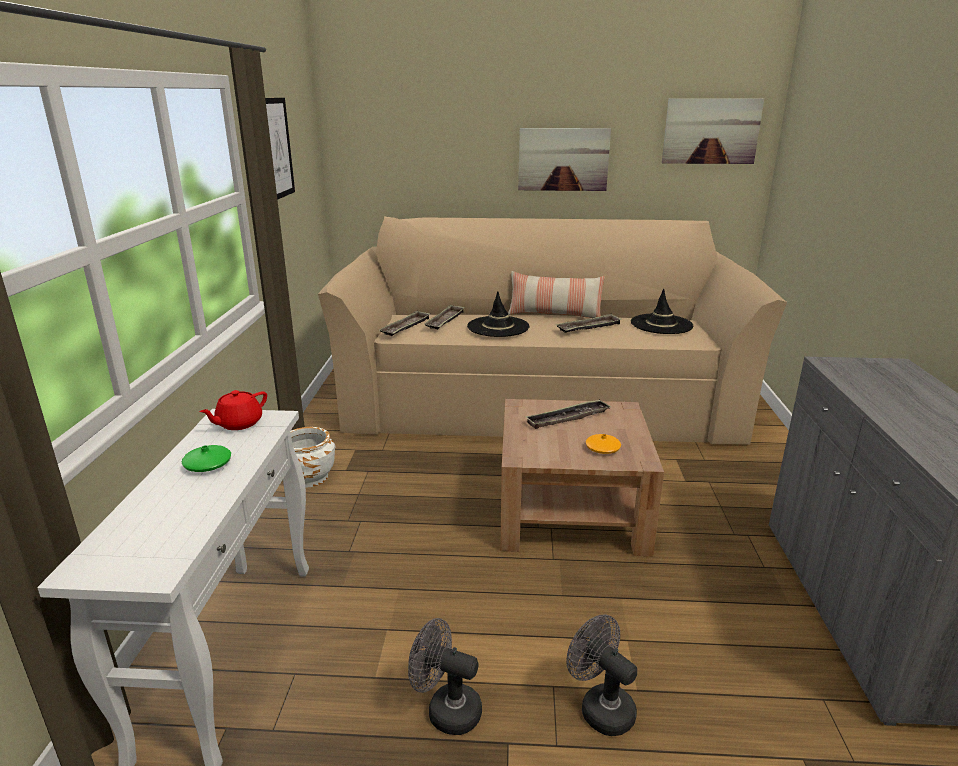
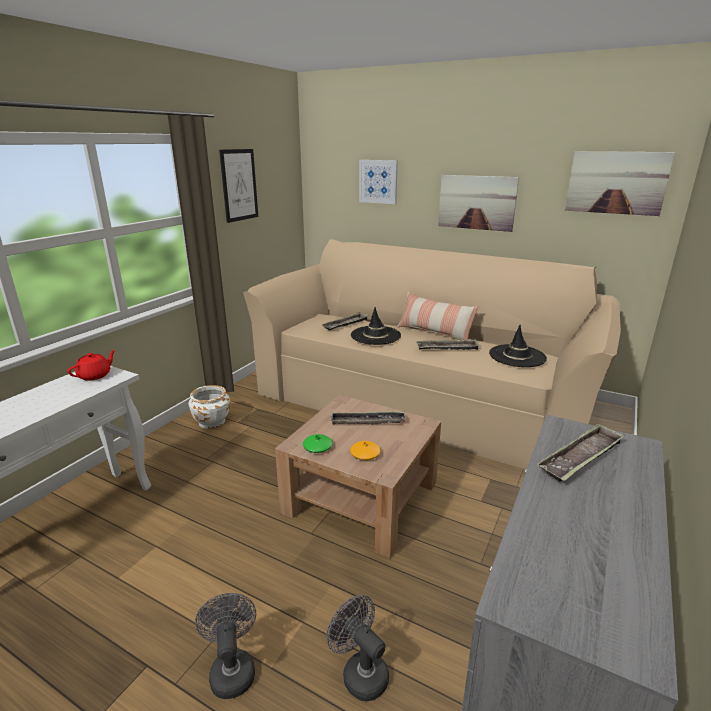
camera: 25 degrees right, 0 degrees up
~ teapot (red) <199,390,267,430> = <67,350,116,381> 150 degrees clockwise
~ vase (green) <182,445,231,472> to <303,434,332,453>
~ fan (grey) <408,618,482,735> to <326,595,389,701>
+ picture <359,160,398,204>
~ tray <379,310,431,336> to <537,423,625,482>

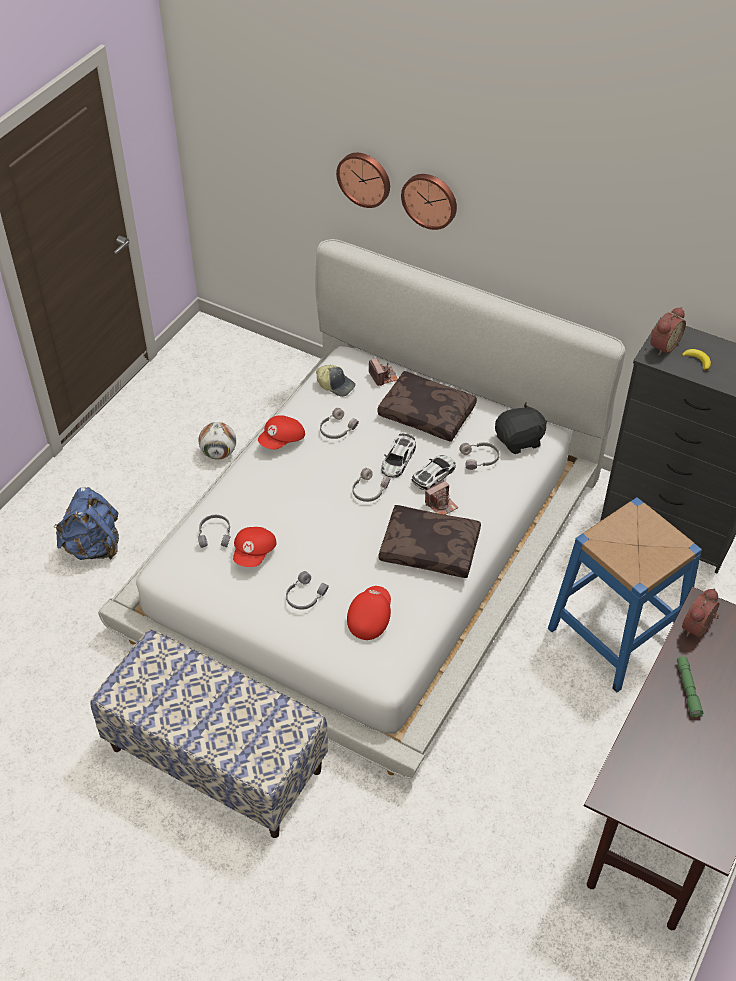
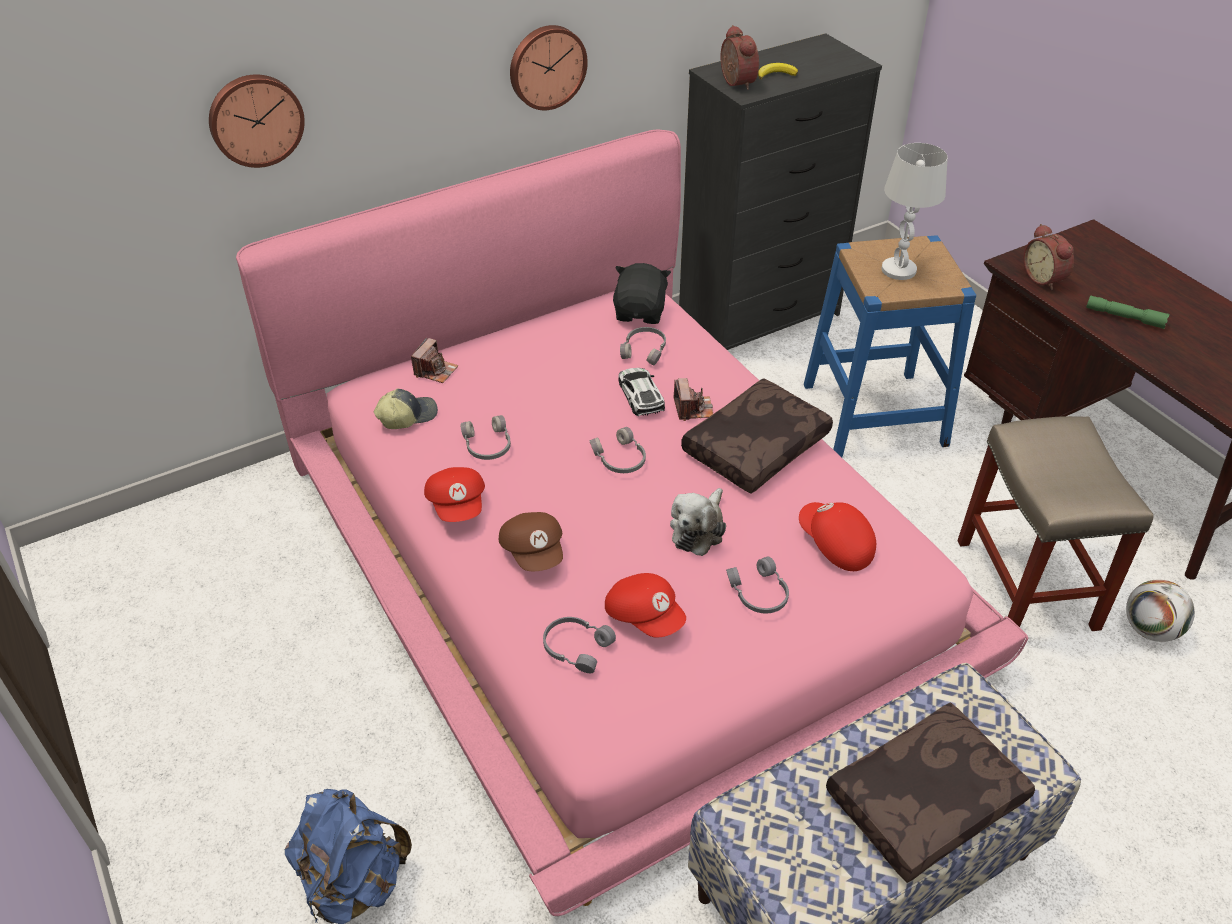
camera: 60 degrees left, 5 degrees down
~ bed (white) <98,239,625,779> to bed (pink) <236,129,1028,916>
~ photo camera <369,358,398,386> = <411,338,458,383> 105 degrees clockwise
+ cap (brown) <499,512,563,571>
~ wall clock <401,174,457,230> to <510,25,588,110>
+ plush toy <670,488,726,556>
~ pillow (brown) <377,371,477,442> to <826,702,1035,883>
+ table lamp (white) <881,143,948,280>
+ stool (beige) <957,416,1154,631>
~ football <199,422,236,460> to <1126,579,1195,642>
- toy car <382,434,416,478>

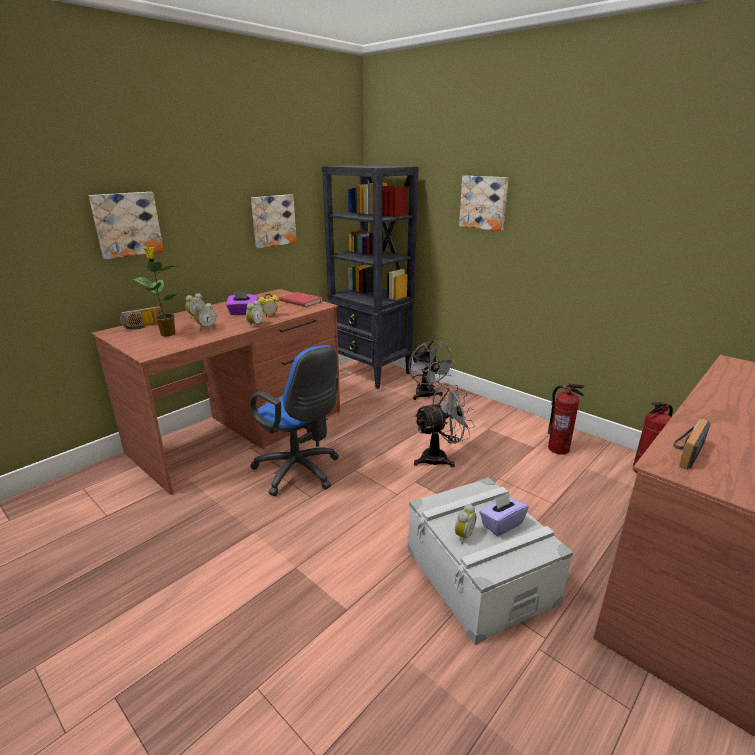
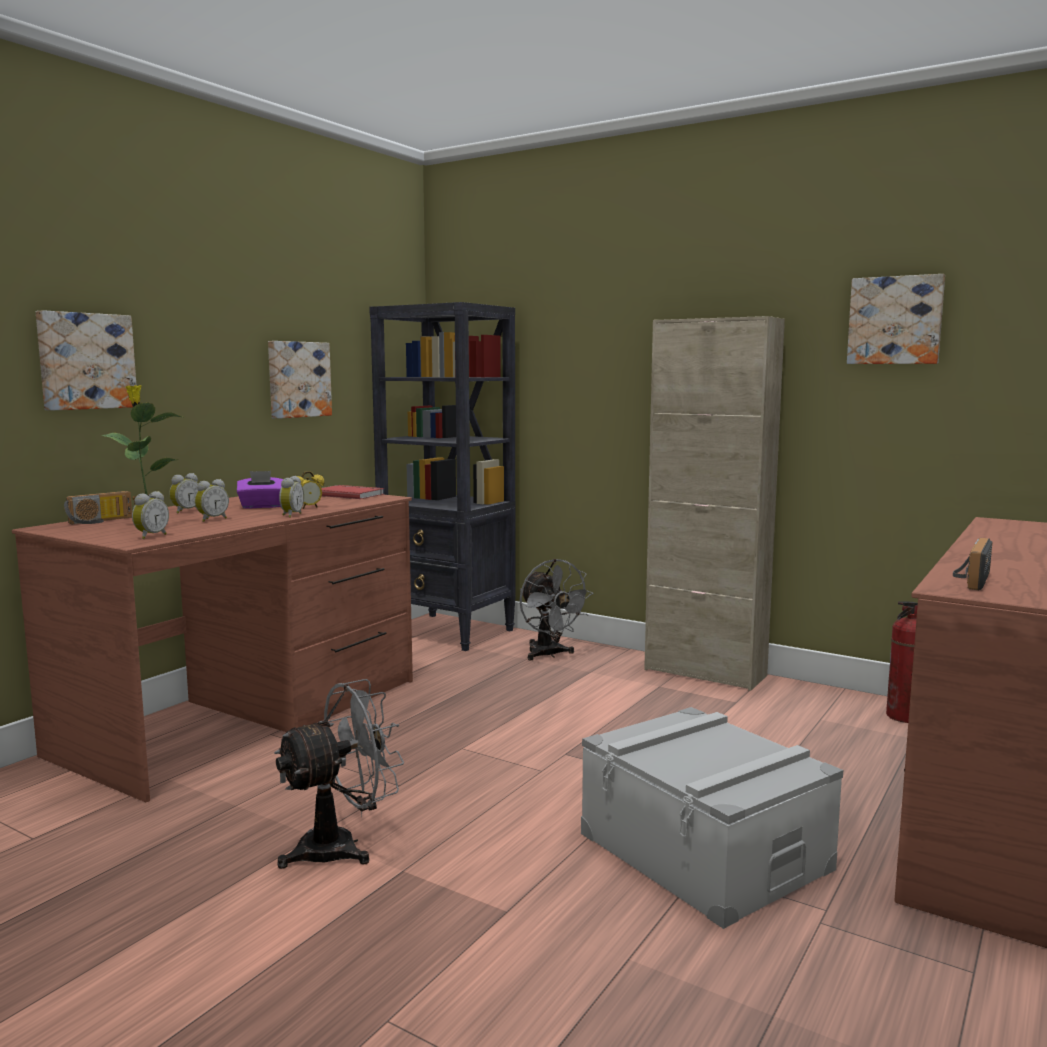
camera: 10 degrees left, 15 degrees down
~ alarm clock <455,504,476,544> to <132,491,169,539>
~ fan (grey) <414,385,475,467> to <274,679,405,869>
+ cabinet (beige) <644,316,785,691>
~ picture <459,176,509,231> to <847,274,945,364>
- office chair (blue) <250,345,339,496>
- tissue box (purple) <479,493,528,536>
- fire extinguisher <548,383,585,455>

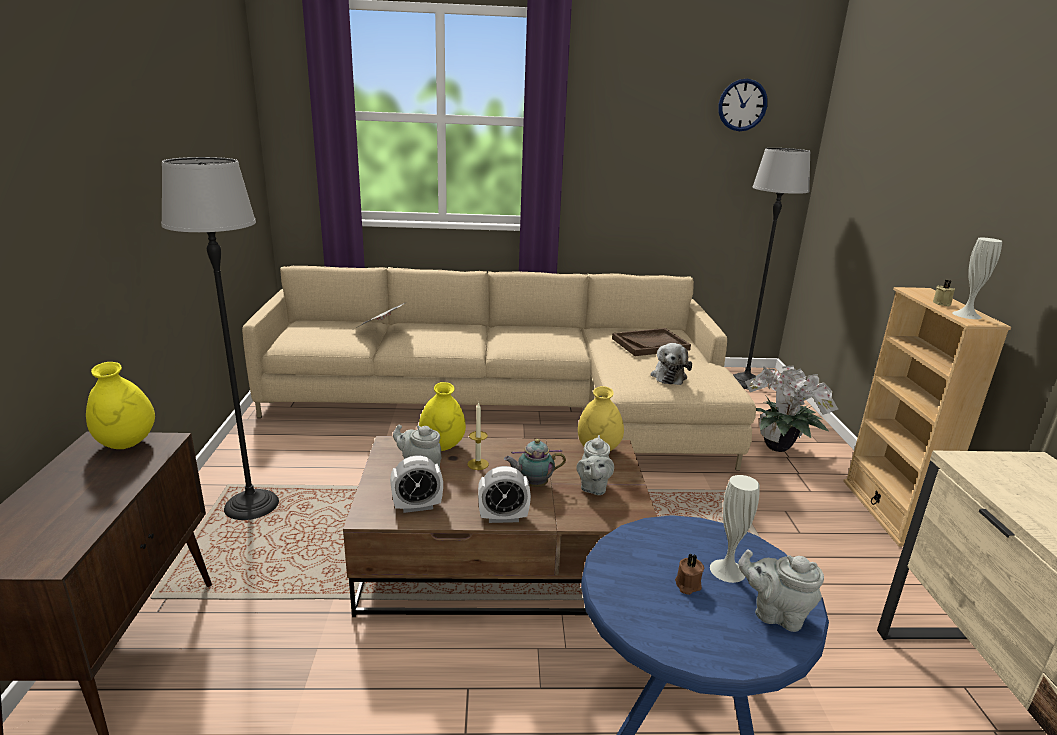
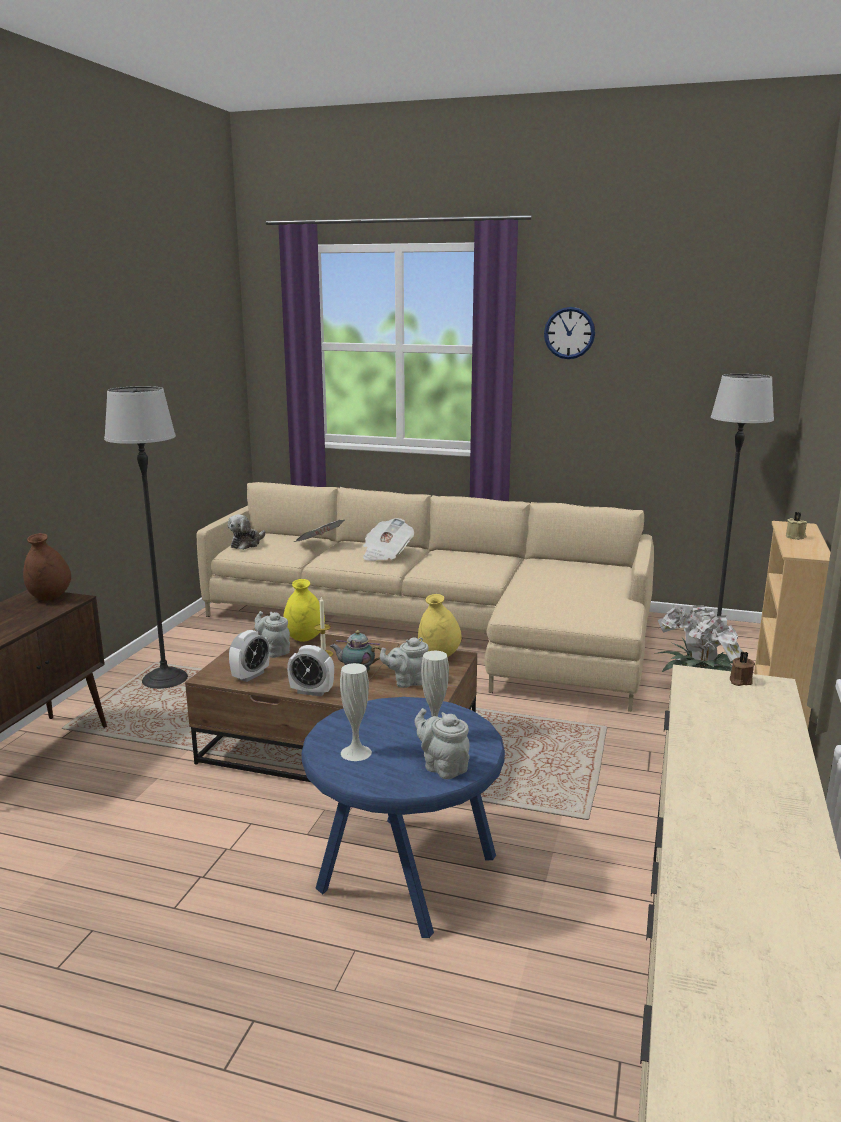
camera: 20 degrees right, 5 degrees down
~ vase (yellow) <86,362,155,449> to vase (brown) <23,533,71,601>
~ plush toy <651,343,692,385> to <228,514,266,550>
~ alarm clock <390,456,443,513> = <229,630,270,682> 60 degrees counterclockwise
~ vase (white) <952,238,1002,319> to <340,663,372,761>
+ newspaper <363,518,414,561>
~ teapot (grey) <577,435,614,495> = <380,637,428,688> 45 degrees clockwise
~ wall clock <718,79,768,131> to <544,307,595,359>
~ candle (brown) <675,554,705,595> to <730,651,755,686>
- tray (brown) <612,328,691,356>

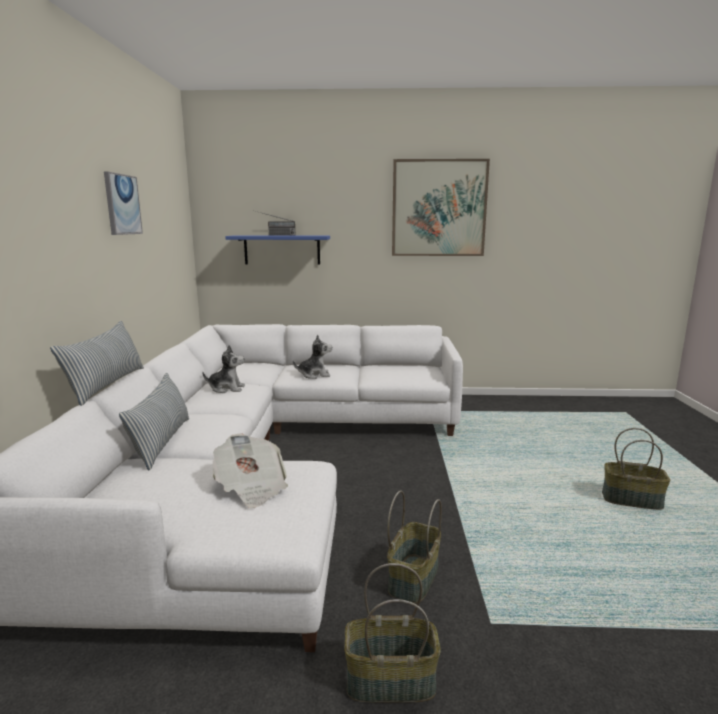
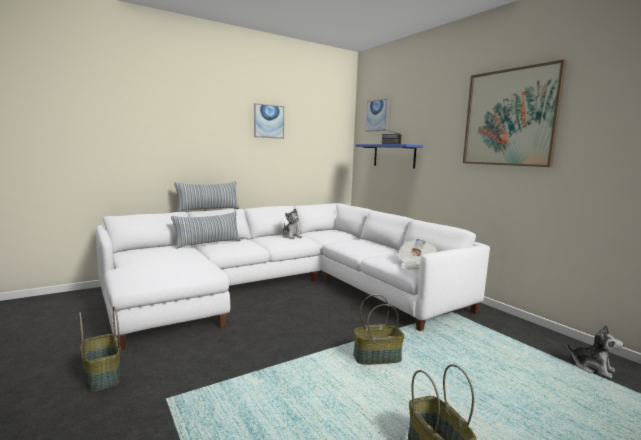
camera: 55 degrees right, 5 degrees down
~ basket <387,491,442,604> to <353,294,405,365>
+ picture <366,98,389,132>
~ newspaper <212,434,288,508> to <398,239,438,270>
~ plush toy <293,335,332,379> to <567,324,624,378>

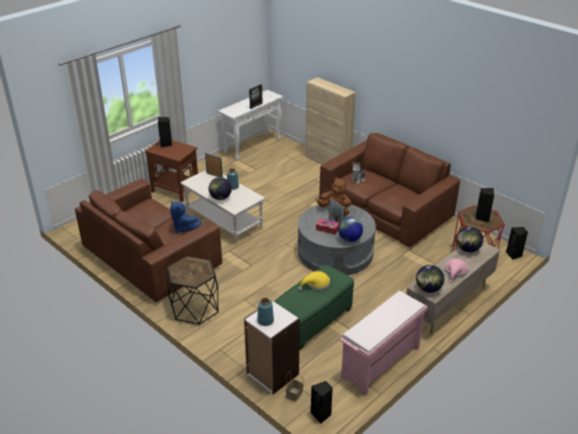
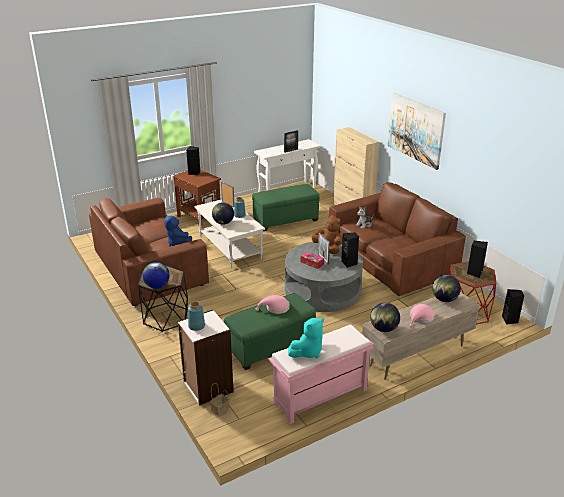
camera: 15 degrees right, 5 degrees down
~ globe <338,217,363,242> to <143,262,169,289>
+ ottoman (green) <252,184,320,231>
~ hat (yellow) <299,271,330,290> to hat (pink) <256,295,290,314>
+ plush toy (turquoise) <288,318,324,358>
~ speaker (black) <311,381,333,424> to <341,232,359,268>
+ picture <388,93,446,170>

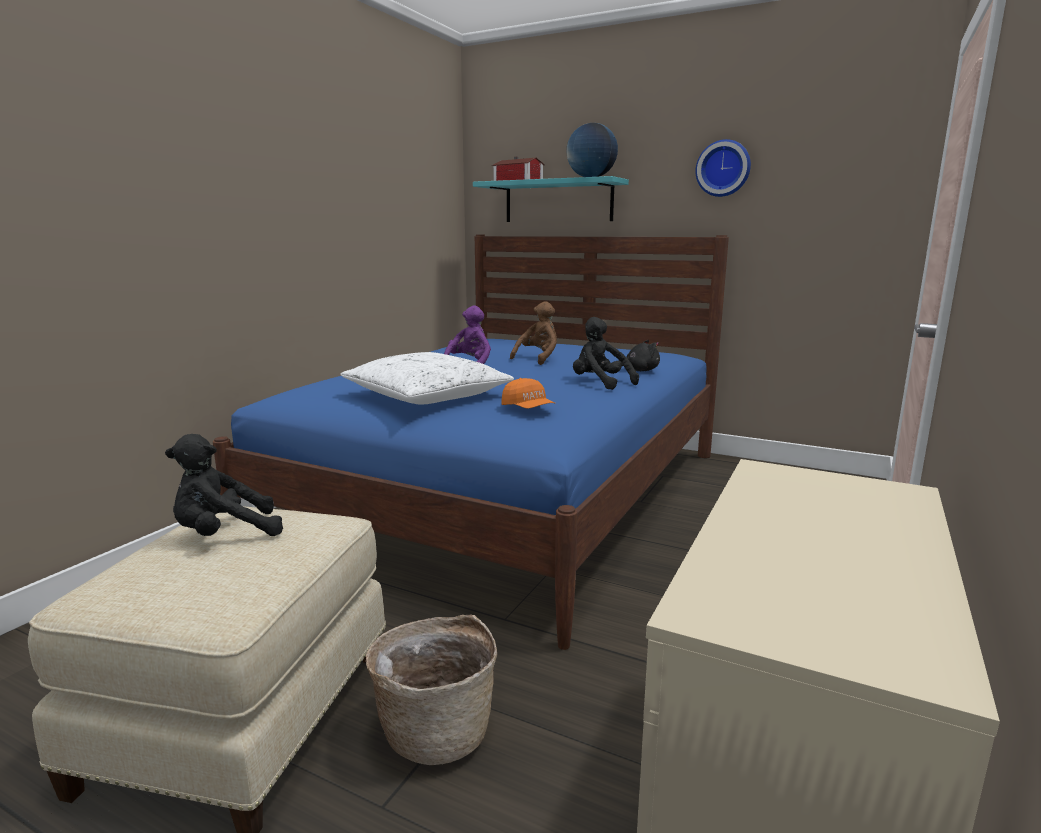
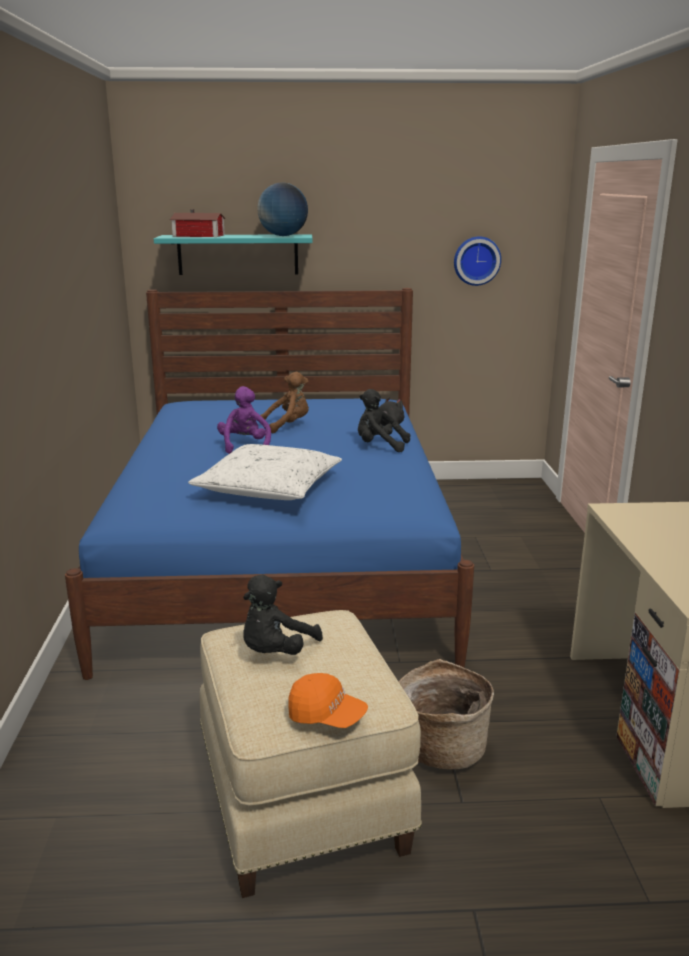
camera: 30 degrees left, 5 degrees up
~ plush toy (brown) <510,301,557,365> = <260,372,309,434> 60 degrees clockwise
~ cap (orange) <501,378,555,409> to <288,673,368,728>
~ wall clock <695,139,751,197> to <454,236,501,286>

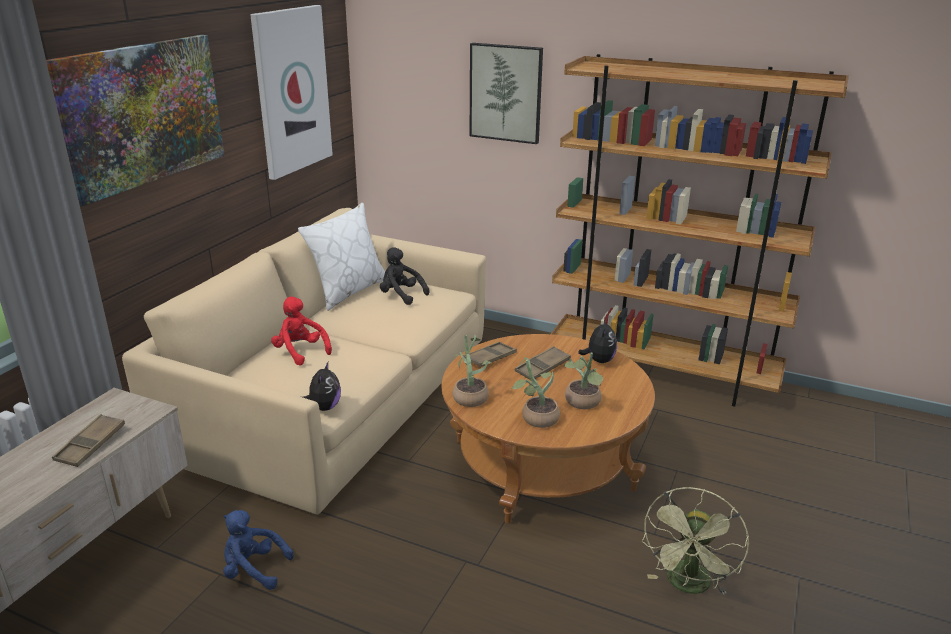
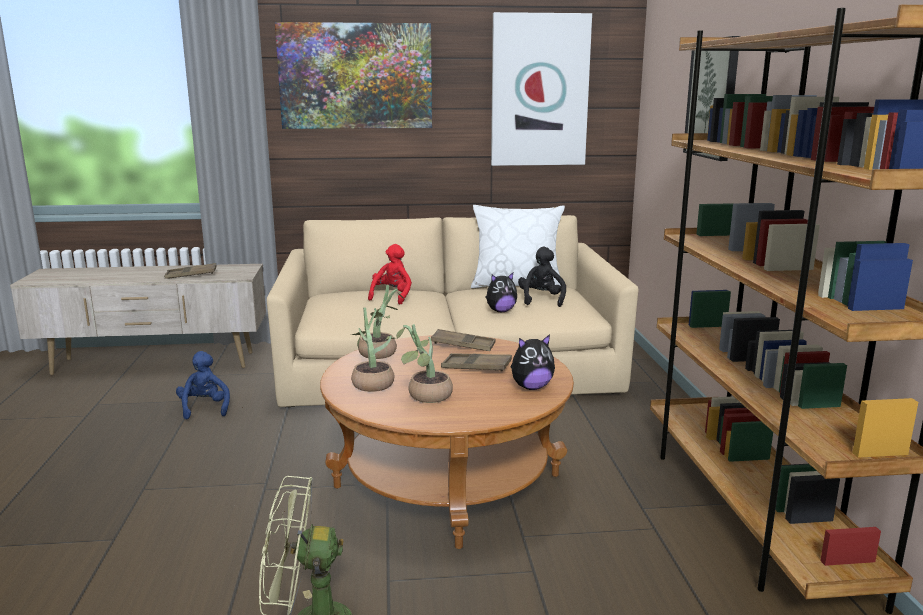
camera: 60 degrees right, 10 degrees down
~ plush toy <303,362,341,411> to <485,273,517,312>

